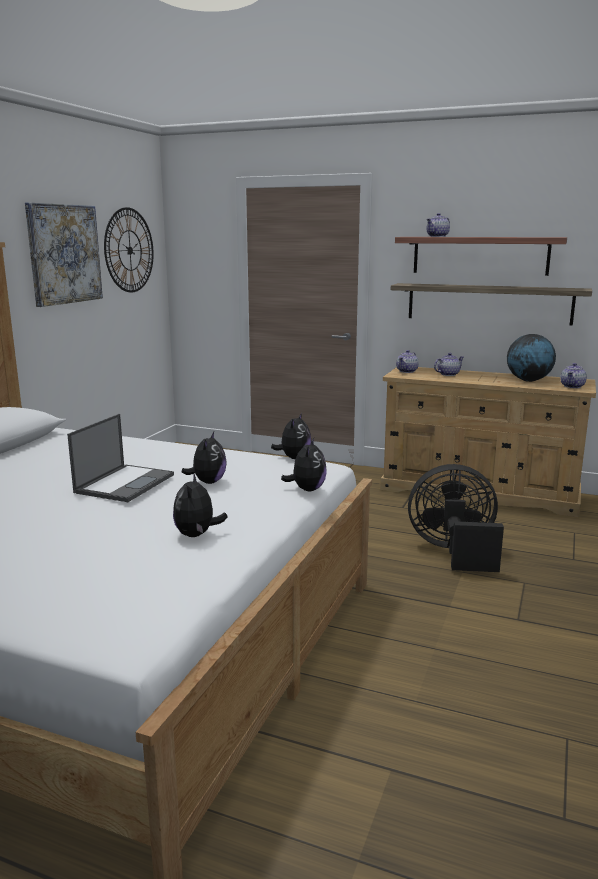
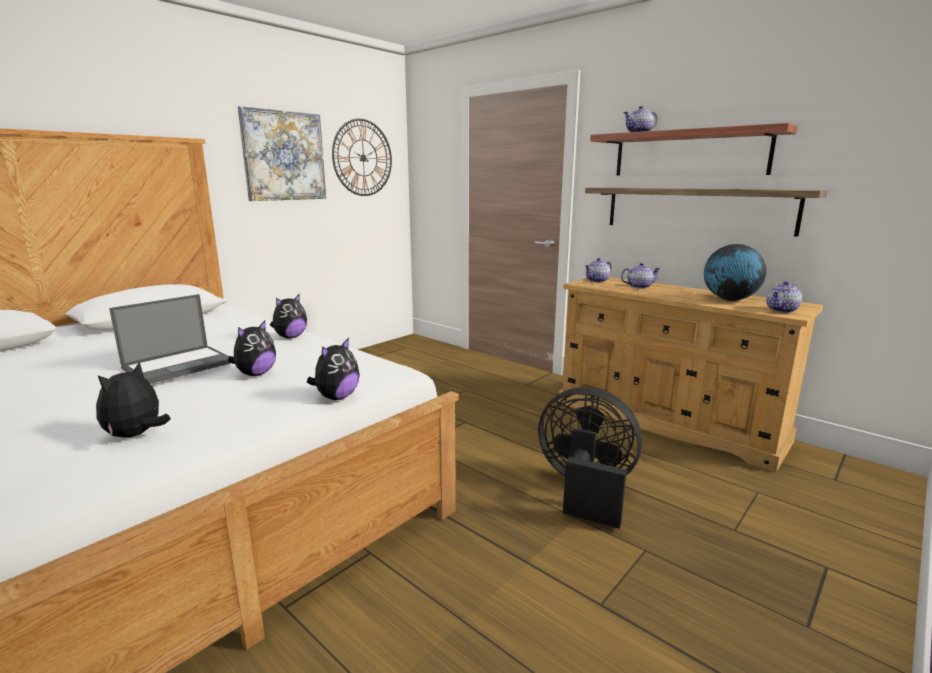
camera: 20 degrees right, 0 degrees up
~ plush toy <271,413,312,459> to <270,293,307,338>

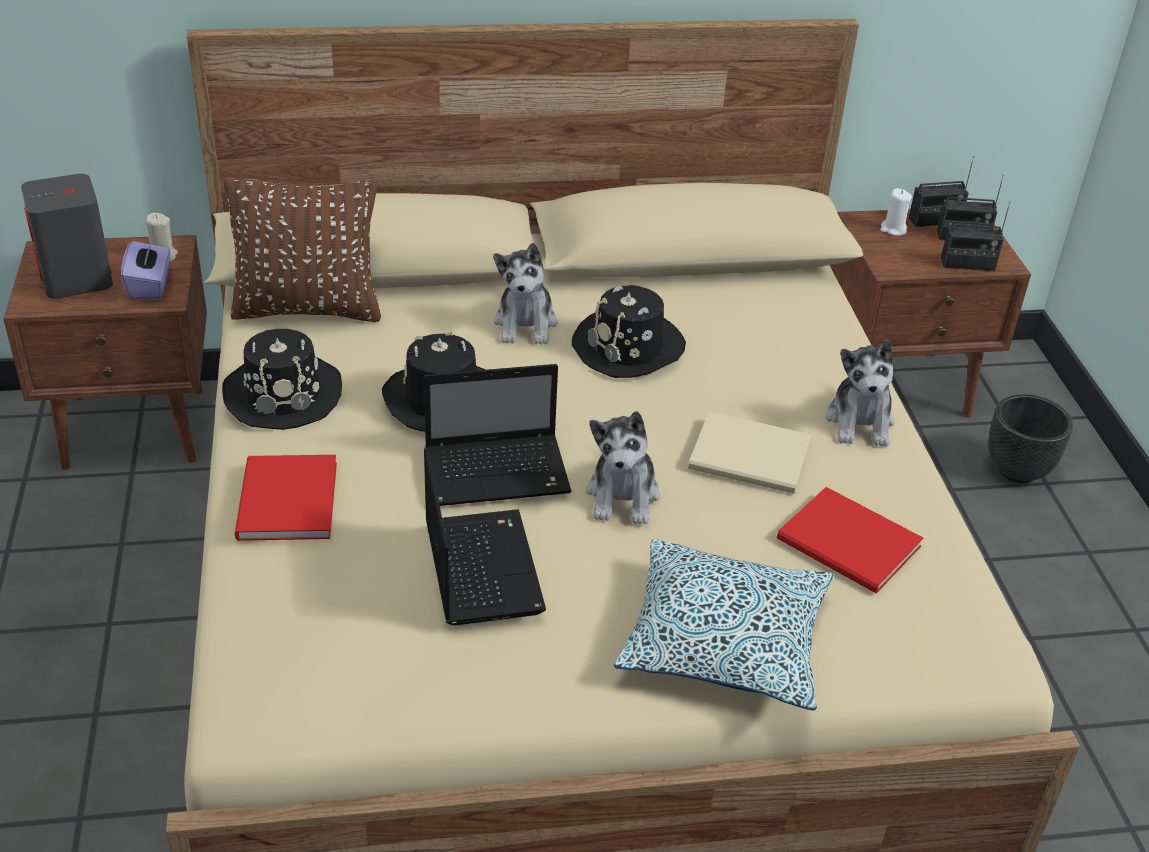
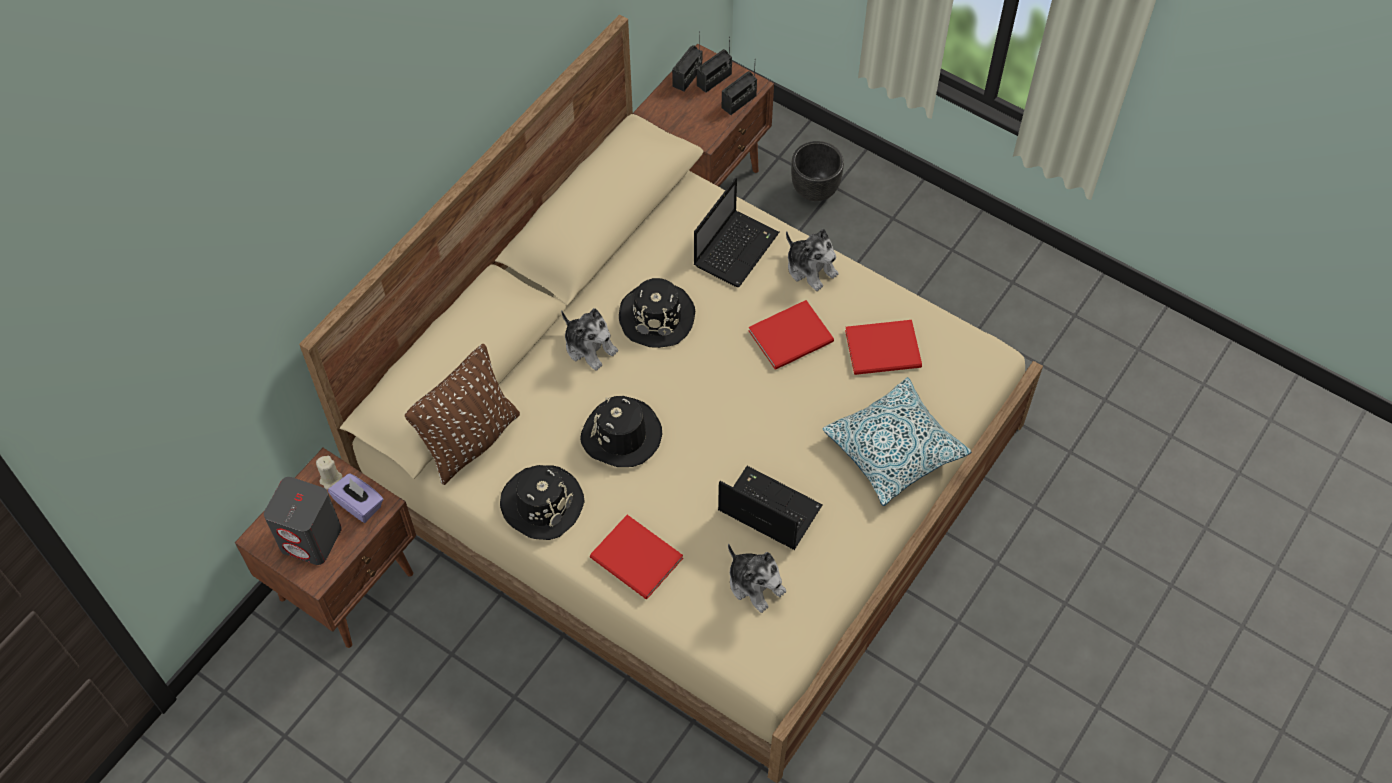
camera: 45 degrees left, 20 degrees up
~ laptop <424,364,572,506> to <694,178,780,287>
~ plush toy <586,411,660,524> to <728,544,786,613>
~ book (beige) <688,411,811,494> to book (red) <748,300,834,370>
- candle (white) <880,188,912,236>

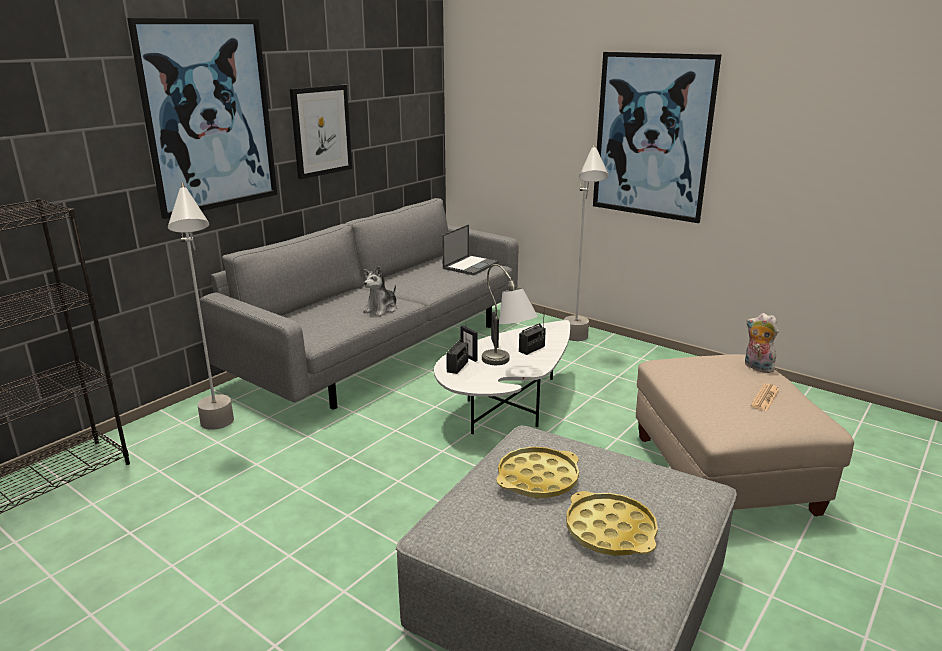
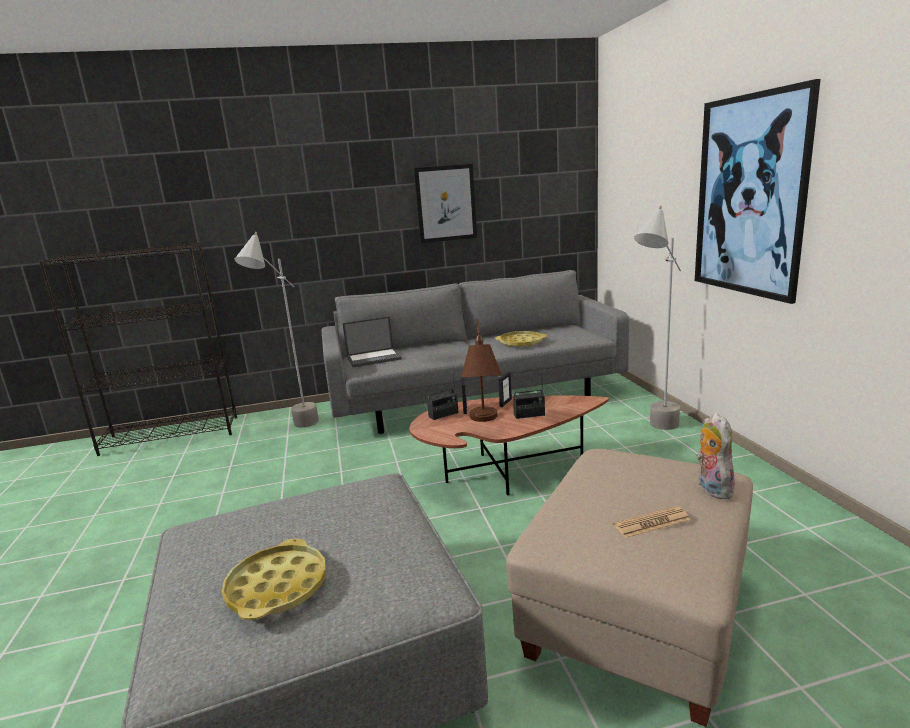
camera: 40 degrees right, 5 degrees down
~ laptop <442,224,499,275> to <342,316,402,368>
~ coffee table (white) <434,320,570,434> to coffee table (brown) <409,395,609,495>
~ table lamp (grey) <482,264,538,365> to table lamp (brown) <461,318,502,422>
~ tray (yellow) <496,447,579,499> to <495,331,547,348>
- picture <127,18,277,219>
- plush toy <363,266,397,316>

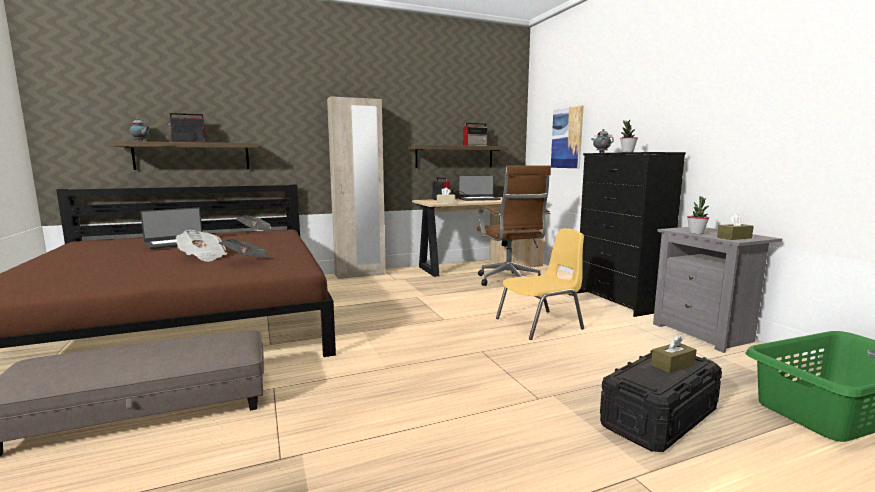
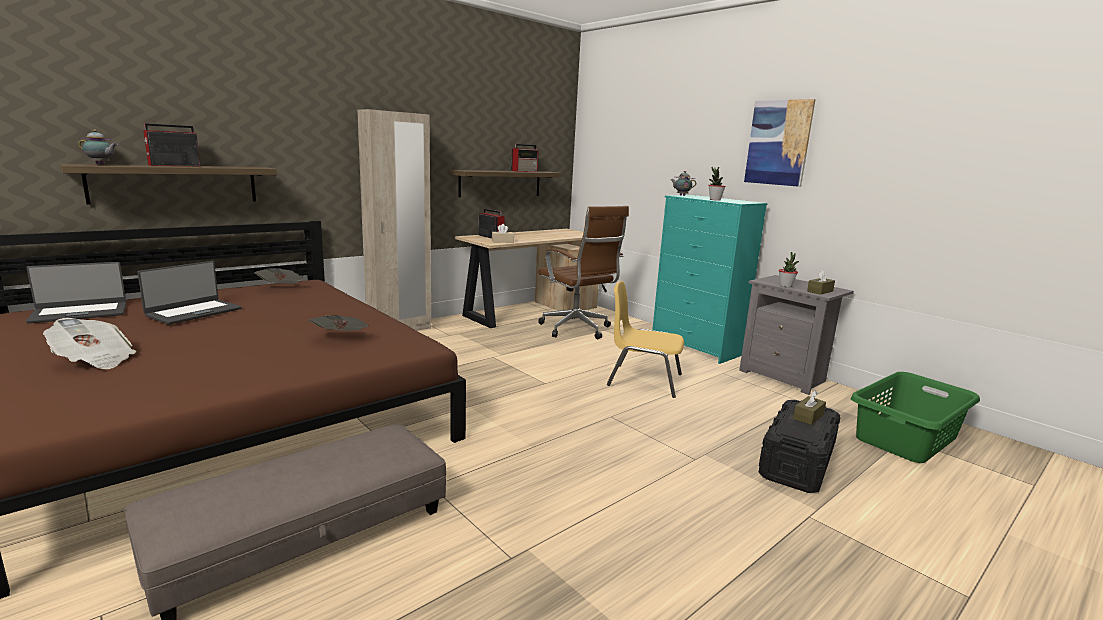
camera: 20 degrees left, 5 degrees up
~ laptop <458,175,501,201> to <26,262,126,323>
~ newspaper <176,230,227,262> to <43,318,136,369>
~ chair (yellow) <496,228,584,340> = <607,281,684,398> 120 degrees counterclockwise
~ dresser (black) <576,152,686,317> to dresser (turquoise) <652,195,768,364>
~ picture <551,105,583,168> to <744,99,816,187>

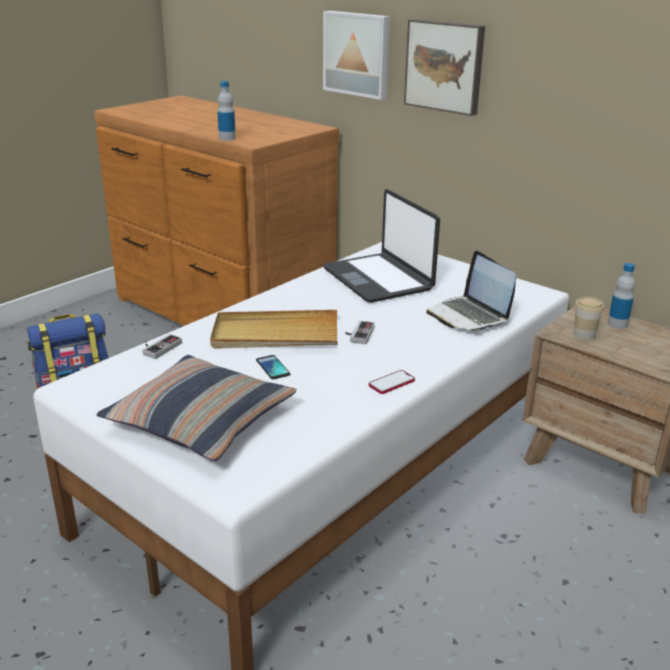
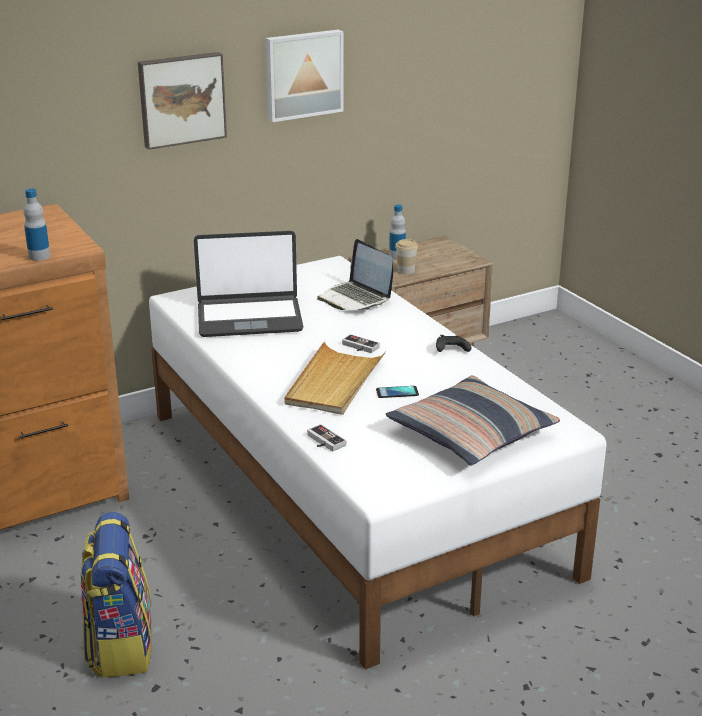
camera: 70 degrees left, 0 degrees up
~ picture <323,11,390,100> to <265,29,344,122>
~ laptop <426,251,516,331> = <317,239,393,310> 60 degrees clockwise
~ phone <369,370,415,394> to game controller (black) <436,335,471,352>

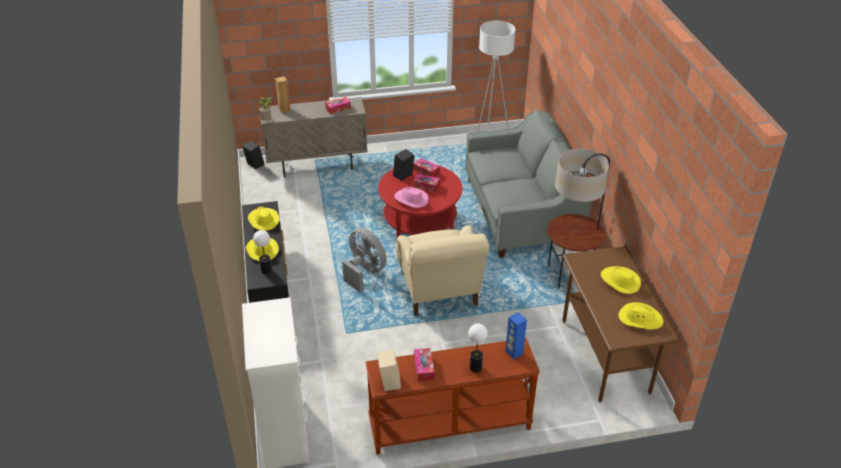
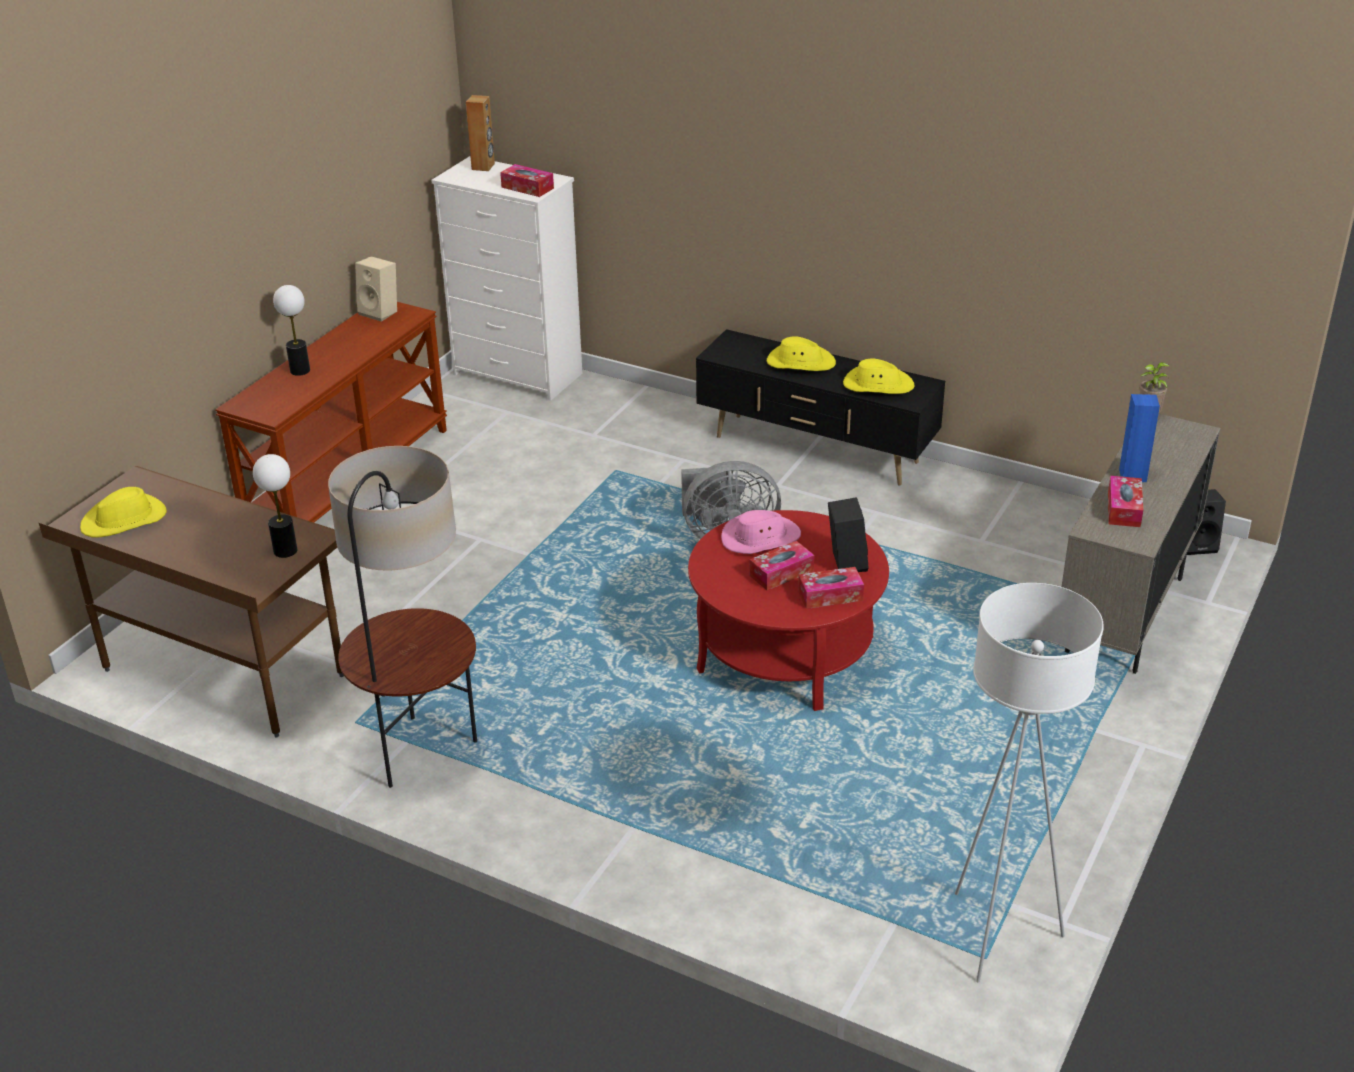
camera: 130 degrees right, 5 degrees down
~ table lamp <253,230,272,274> to <253,454,298,558>
~ speaker (brown) <275,76,291,113> to <466,95,495,171>
~ tissue box <414,348,435,381> to <500,164,554,197>
~ speaker (blue) <505,312,527,359> to <1119,394,1160,482>
- armchair (beige) <396,226,489,316>
- sofa (grey) <465,110,592,258>
- hat (yellow) <601,266,641,294>

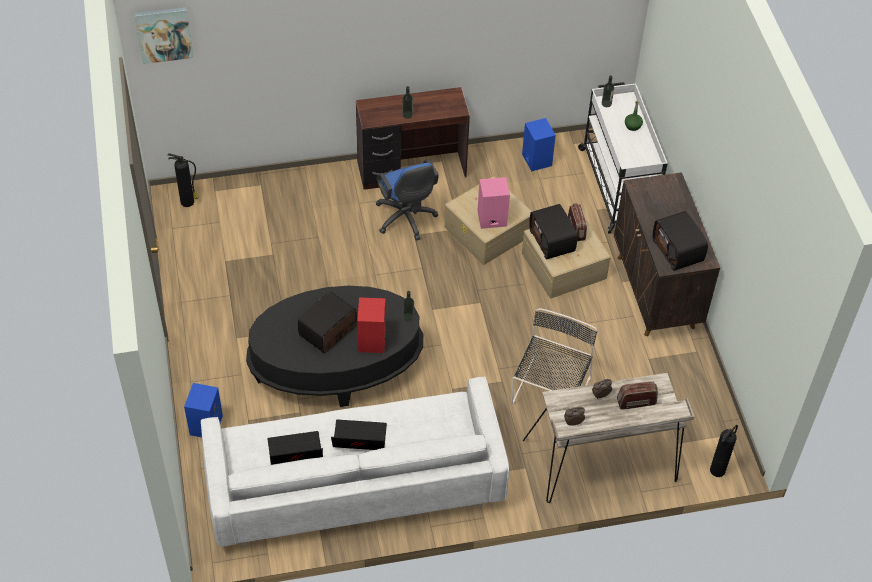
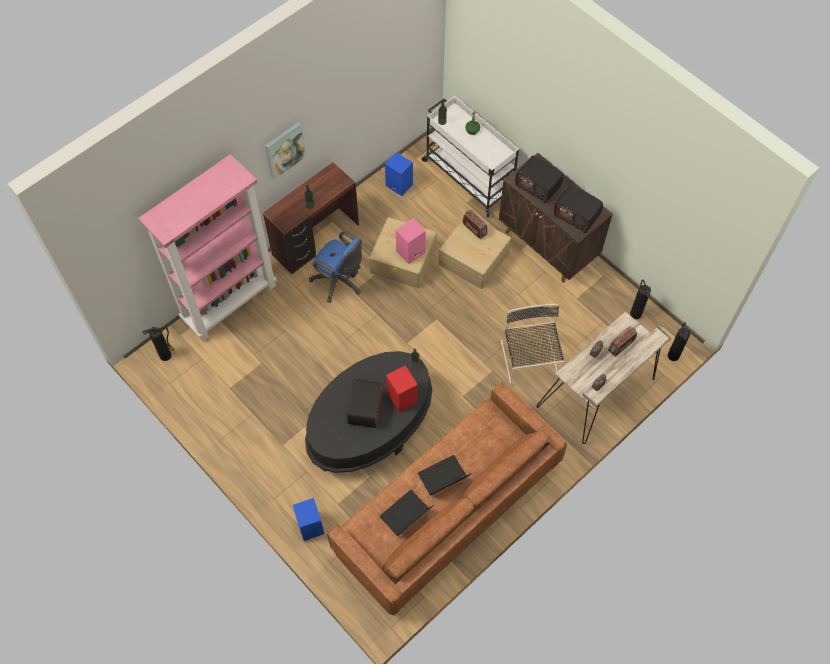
camera: 30 degrees left, 10 degrees up
+ bookcase (pink) <138,154,277,341>
~ picture <134,7,194,64> to <265,122,306,180>
~ sofa (white) <201,376,509,547> to sofa (brown) <327,382,567,616>
~ radio <529,204,578,259> to <515,156,563,203>
+ fire extinguisher <630,279,651,319>

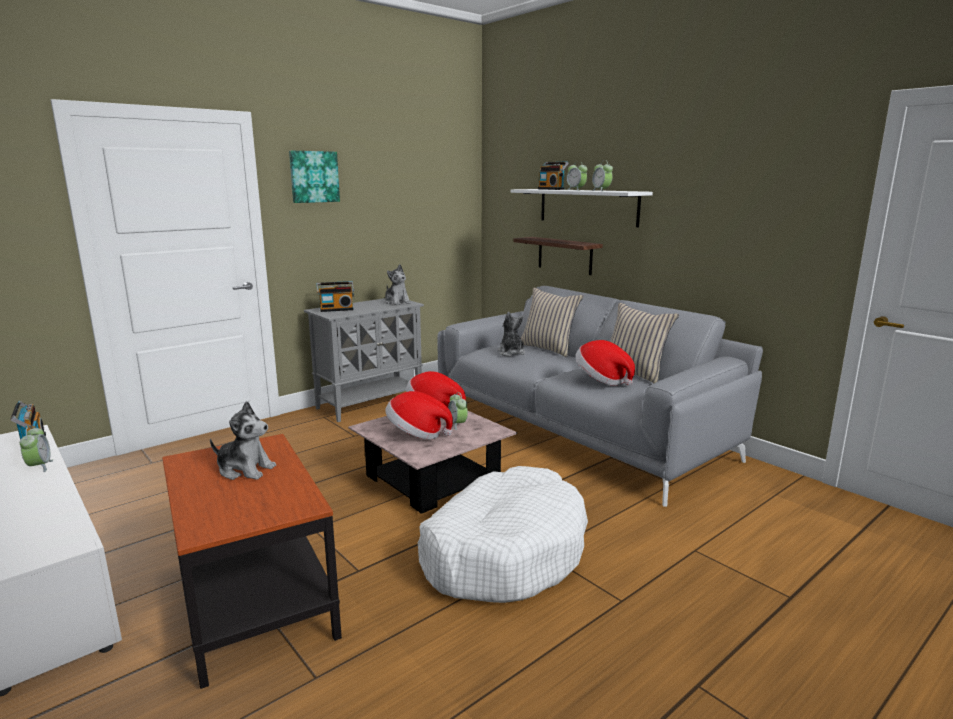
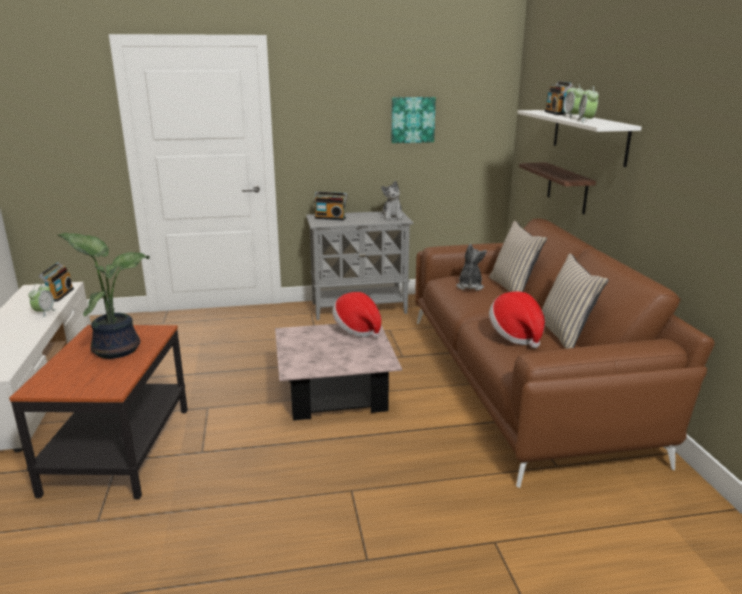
camera: 30 degrees right, 5 degrees up
~ plush toy <210,401,276,480> to potted plant <57,233,150,359>
~ picture <289,151,340,203> to <391,97,436,143>
~ sofa (grey) <437,286,763,507> to sofa (brown) <415,218,715,488>
- hat <385,391,453,440>
- dog bed (white) <418,466,588,603>
- alarm clock <448,392,468,430>

